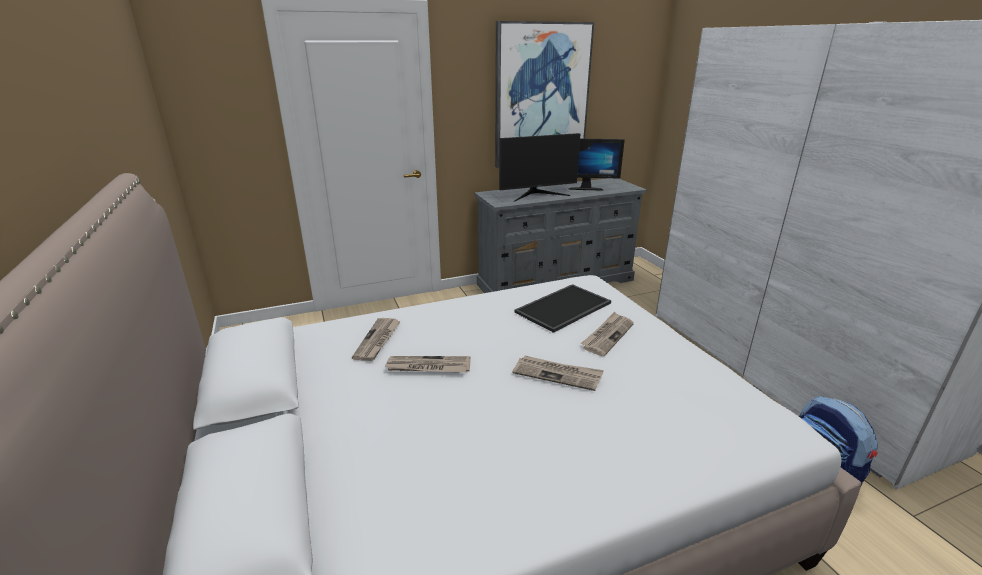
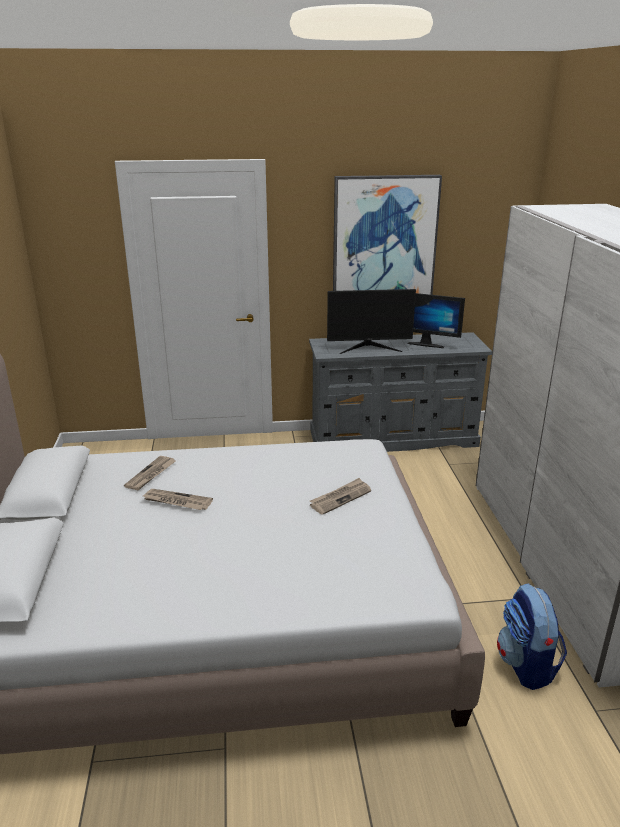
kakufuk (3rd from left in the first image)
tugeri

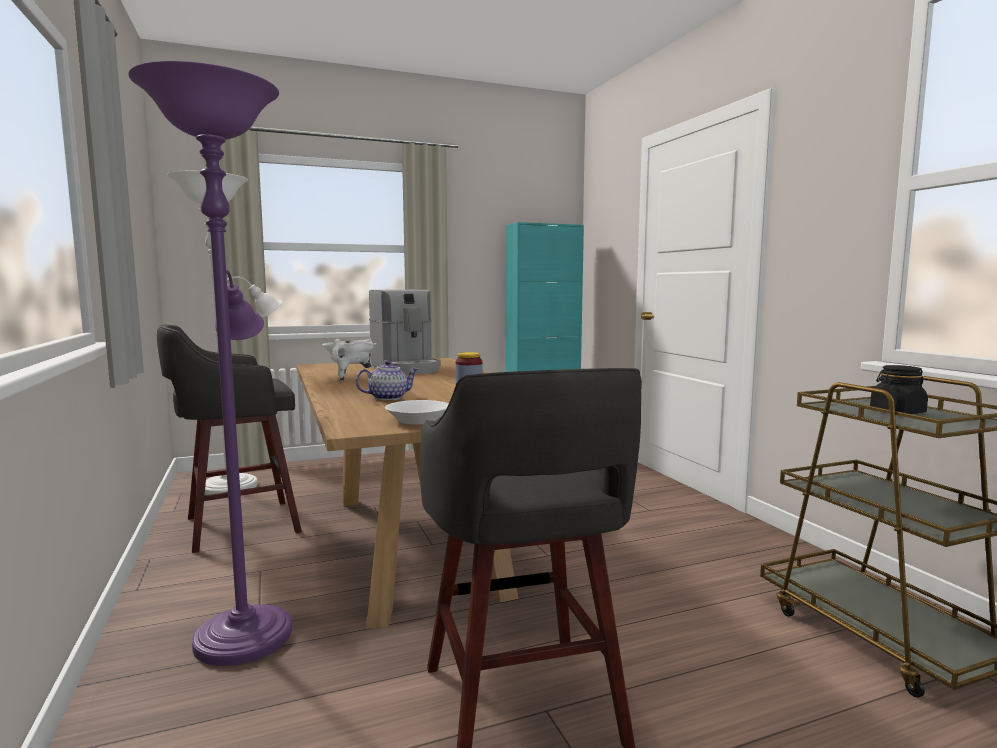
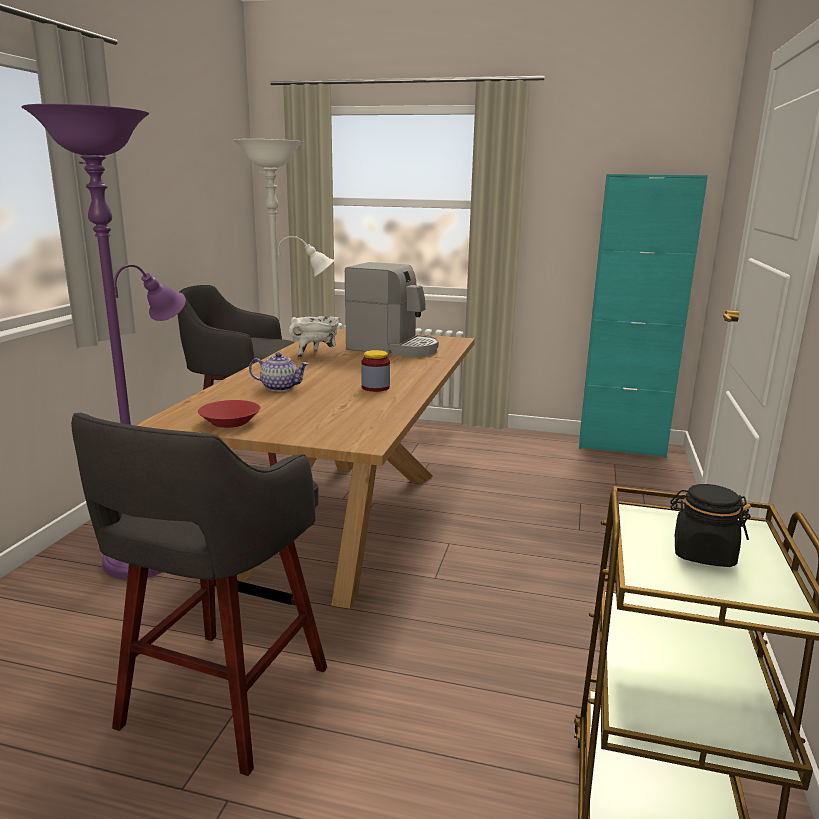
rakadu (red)
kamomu

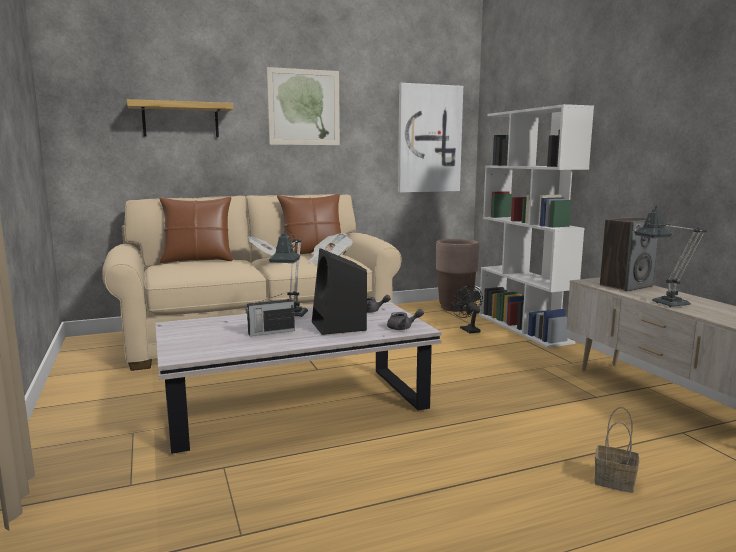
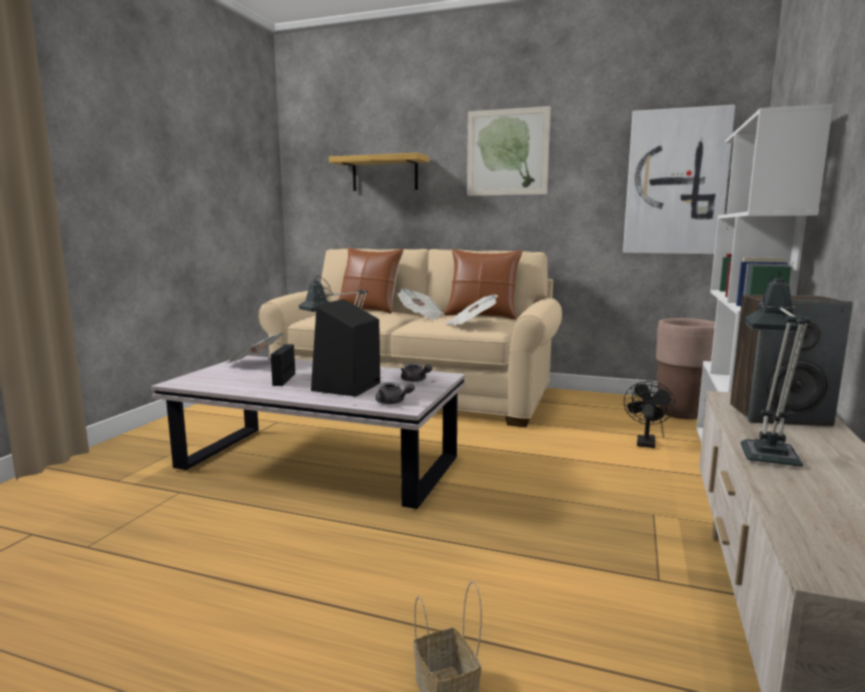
kakufuk (1st from left)
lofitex

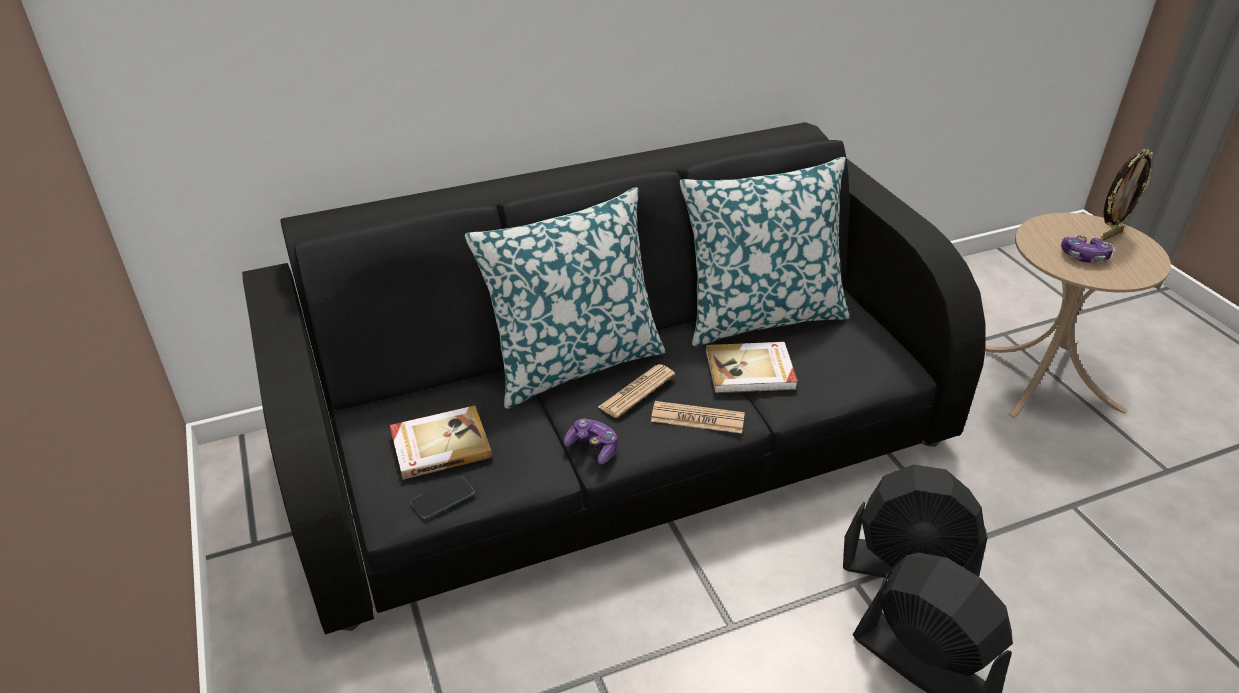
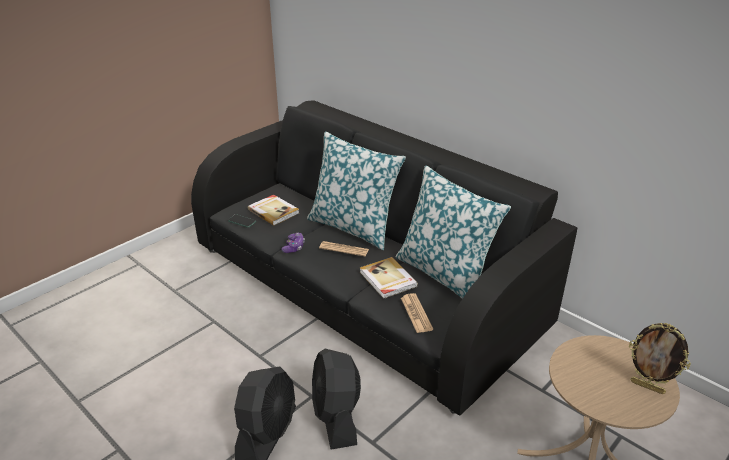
kakufuk (2nd from left)
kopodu (2nd from left in the first image)

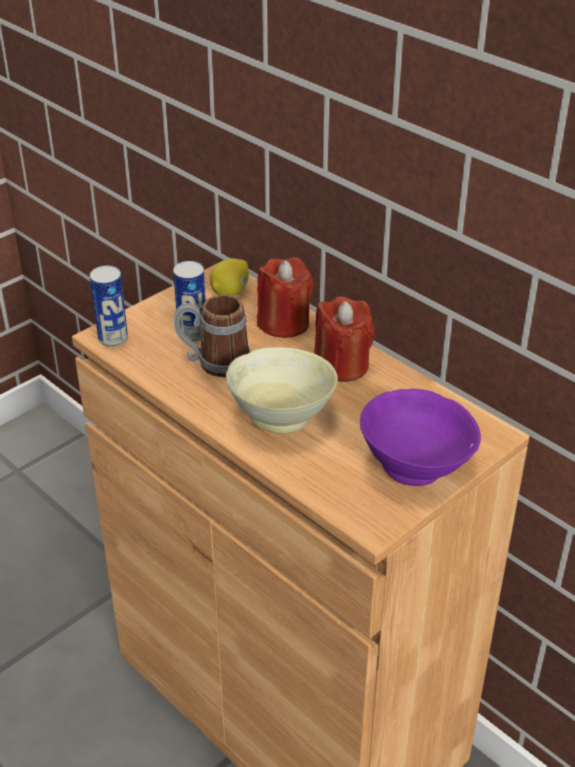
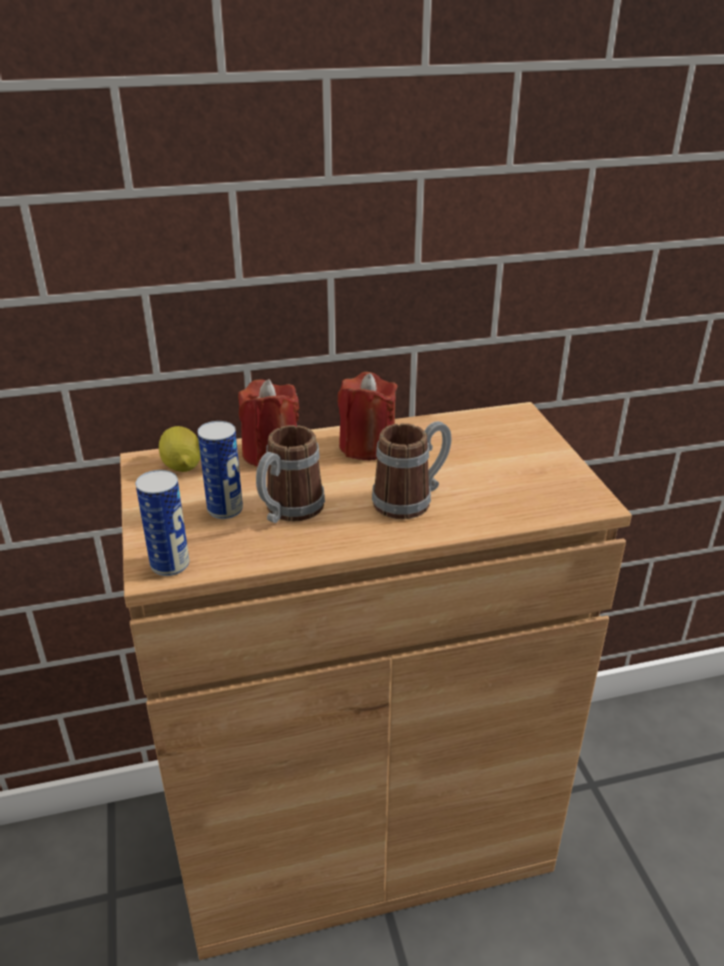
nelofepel (2nd from left)
rakadu (purple)

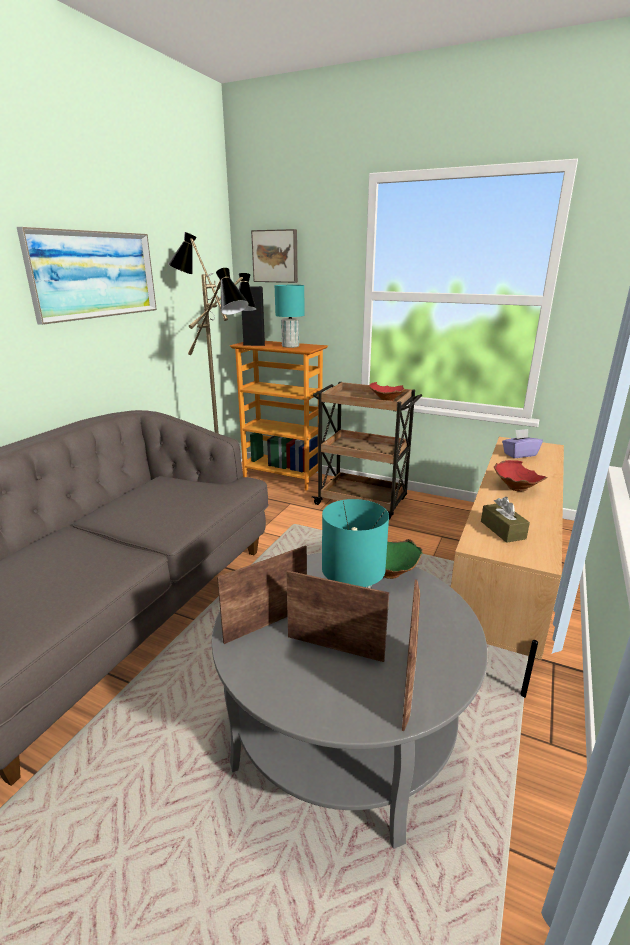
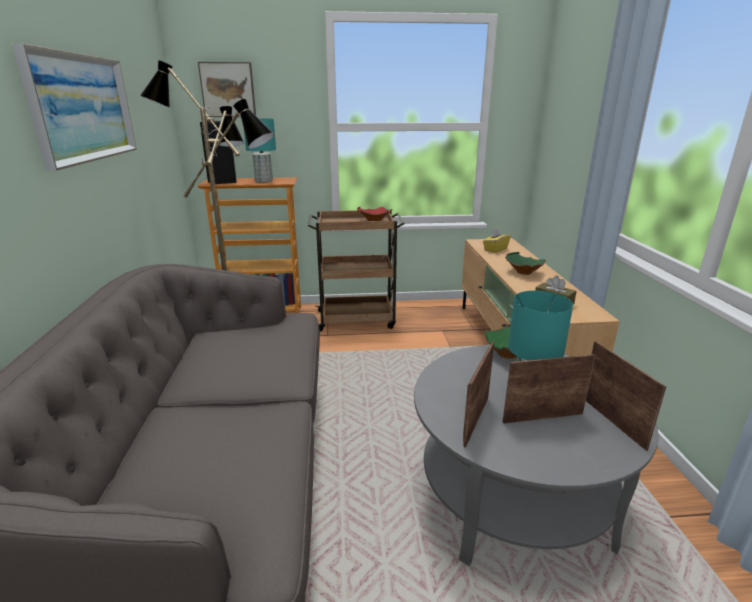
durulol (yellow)
rakadu (green) (2nd from left)

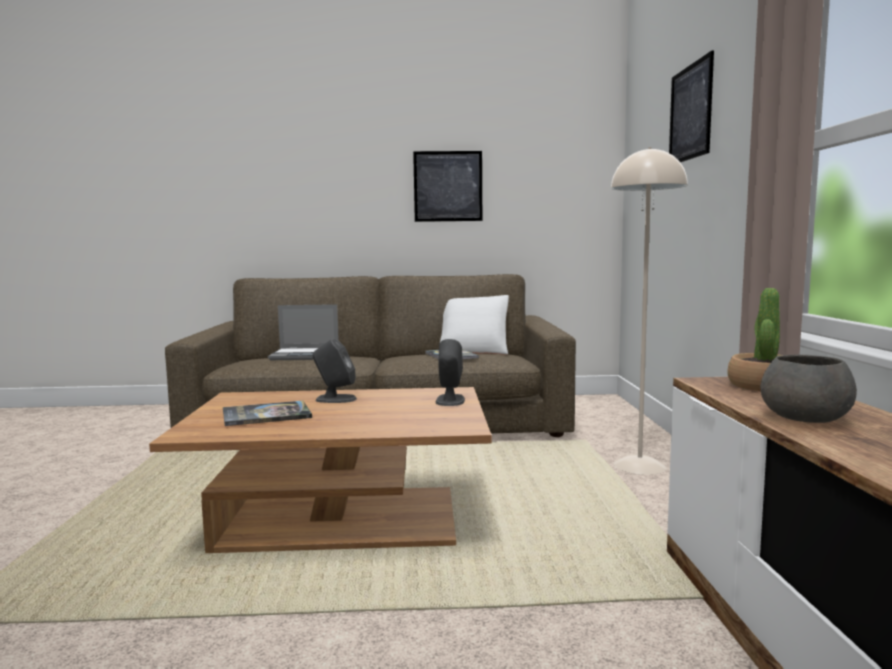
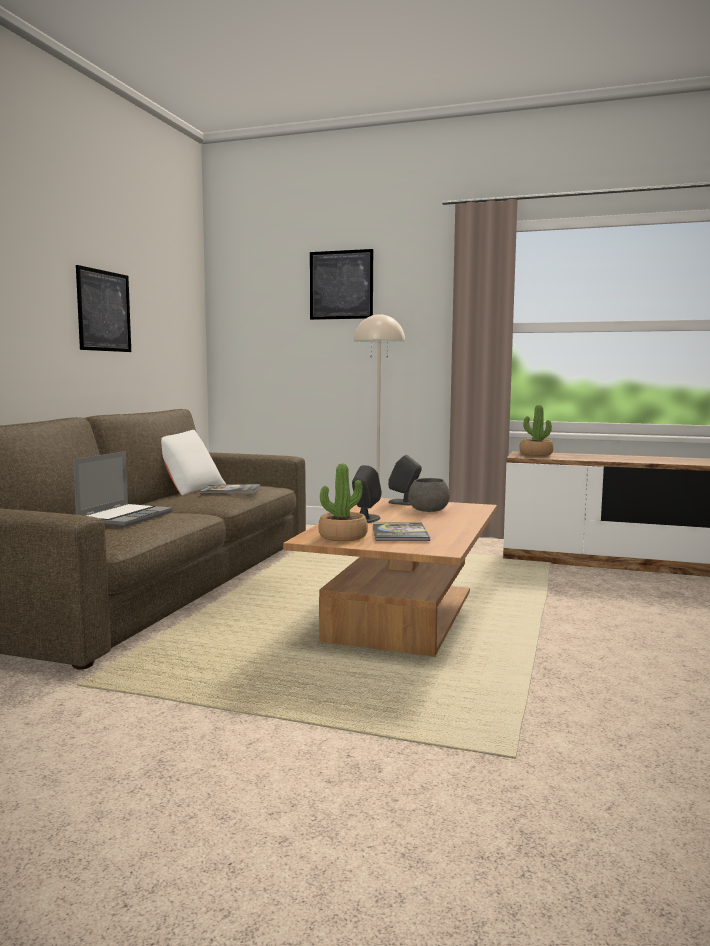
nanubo (1st from left)
rakadu (grey)

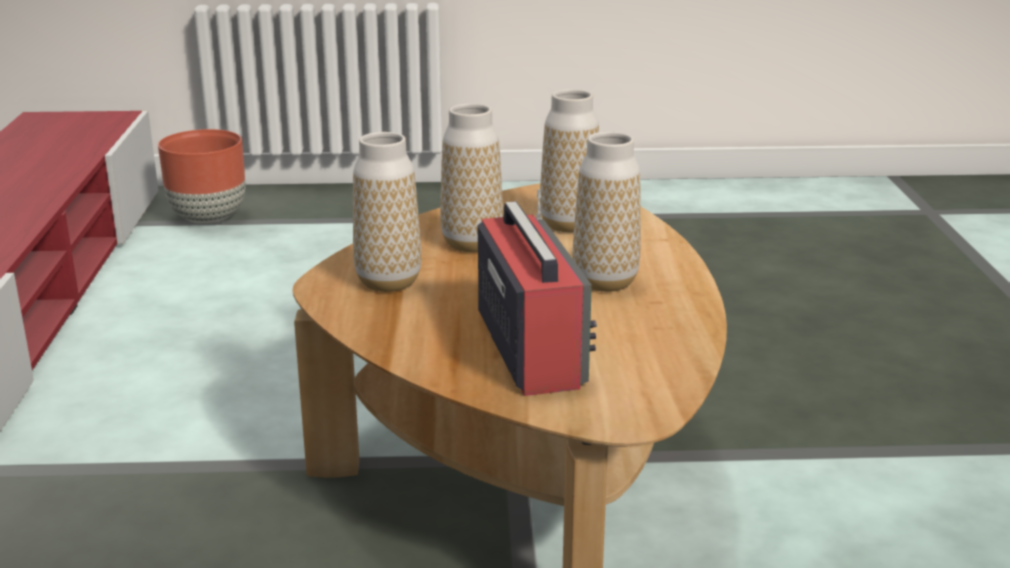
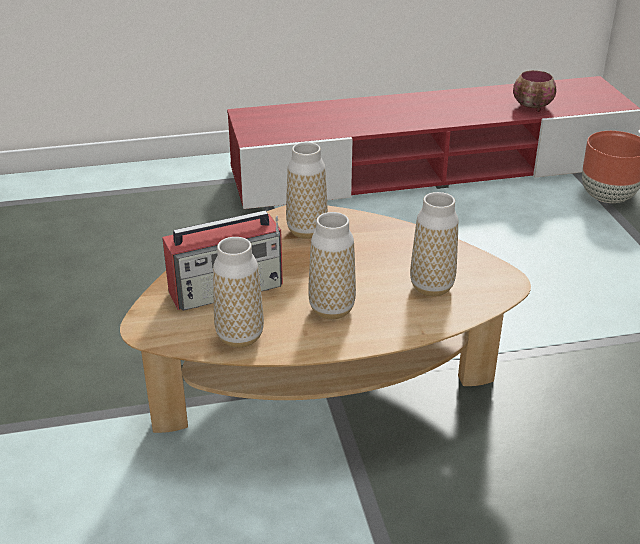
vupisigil (1st from left)
rakadu

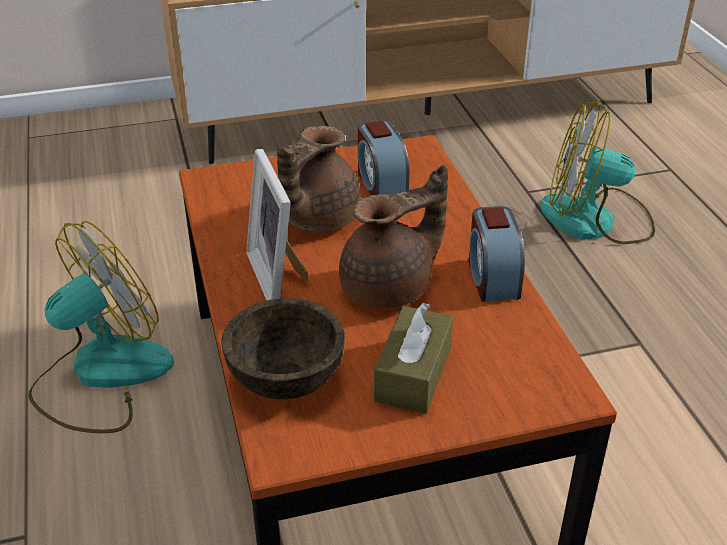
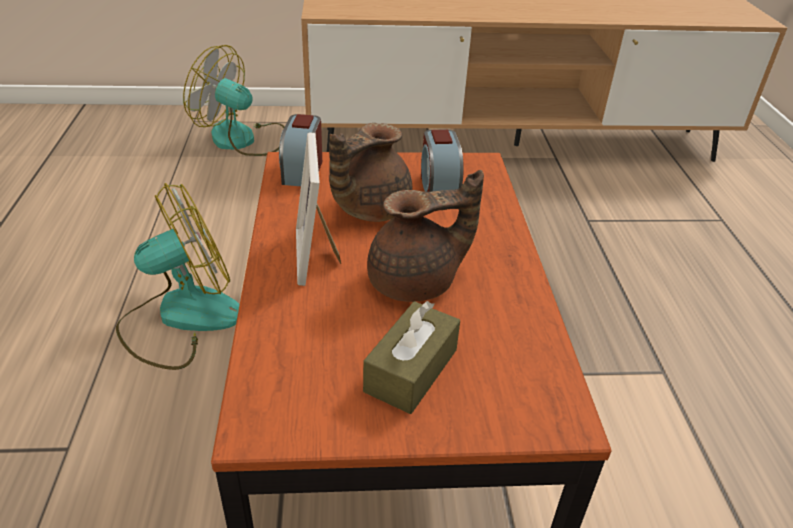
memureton (2nd from left)
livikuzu (1st from left)
rakadu (brown)

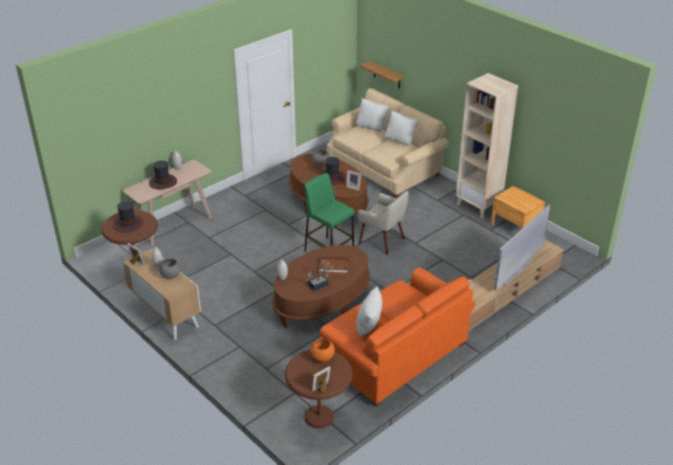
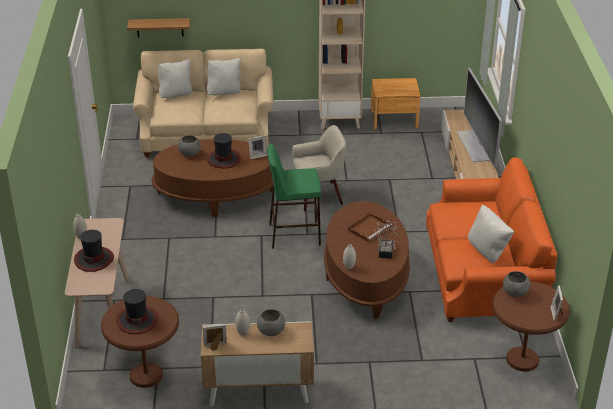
rakadu (grey) (3rd from left)

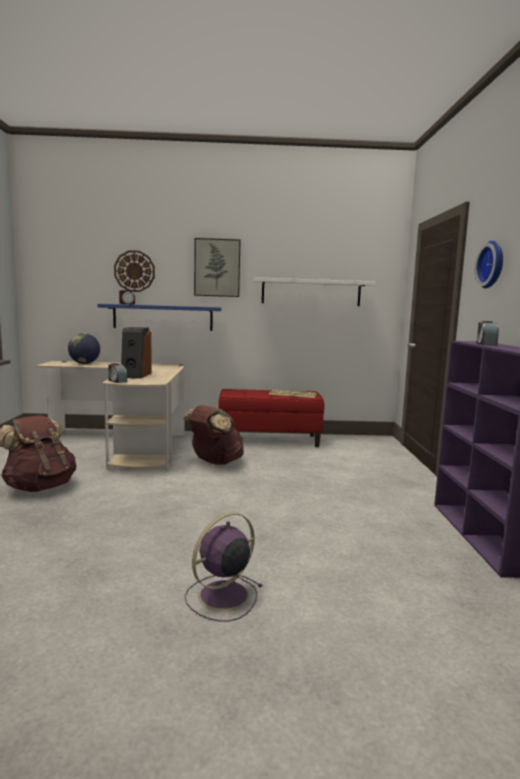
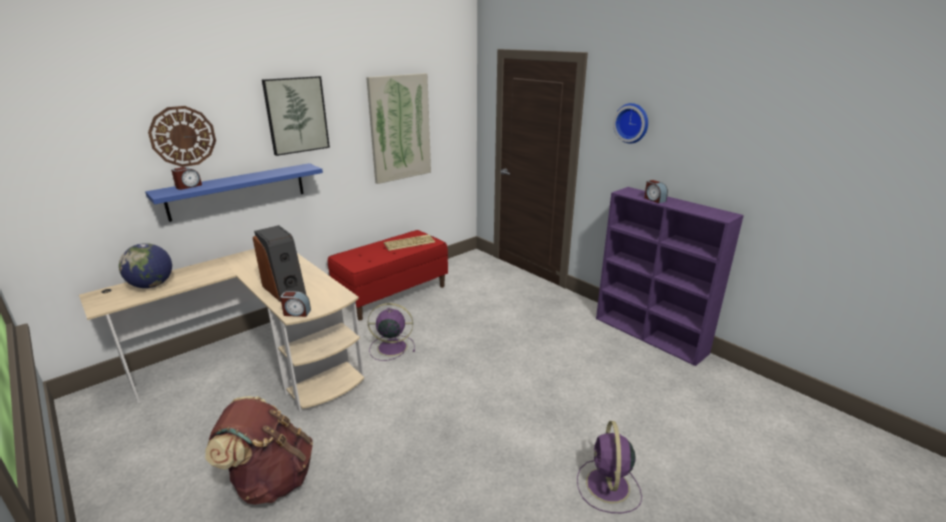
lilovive (2nd from left)
memureton (purple) (1st from left)

